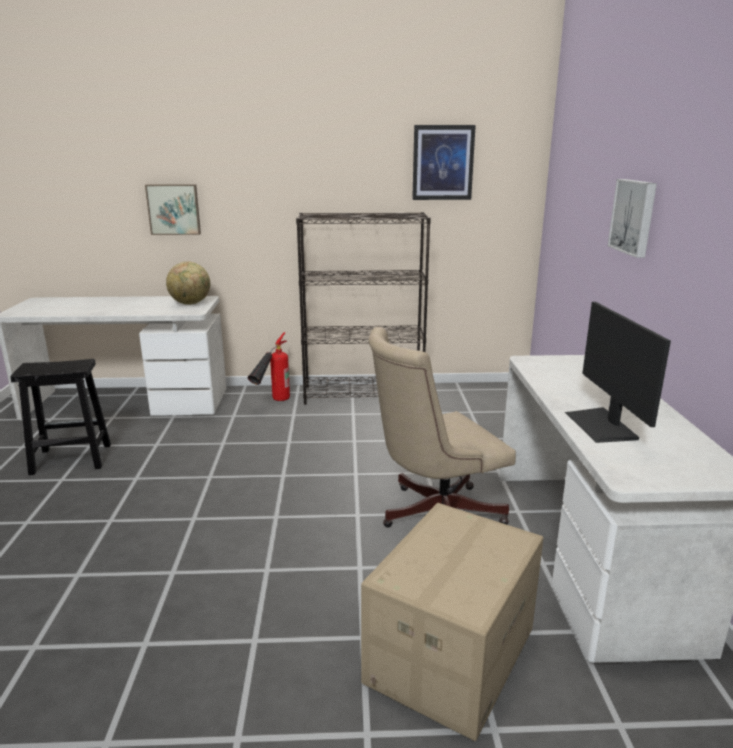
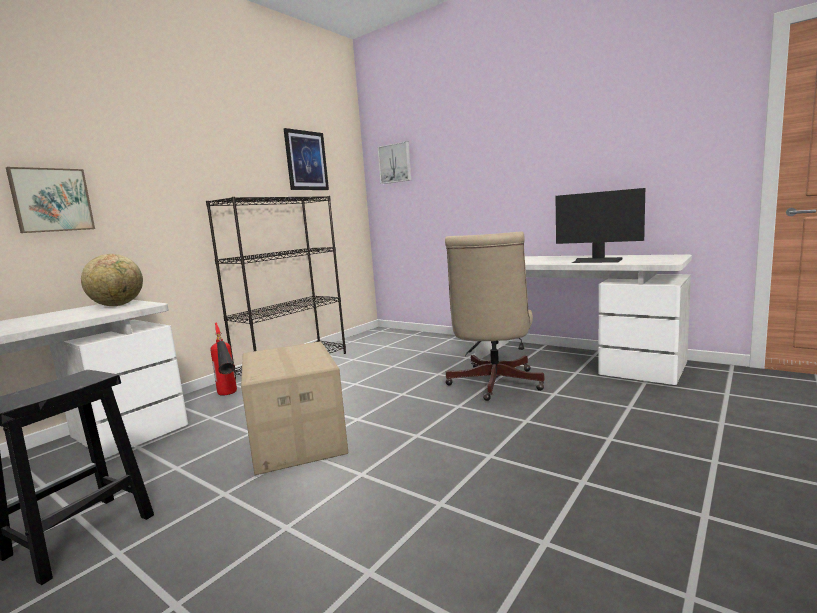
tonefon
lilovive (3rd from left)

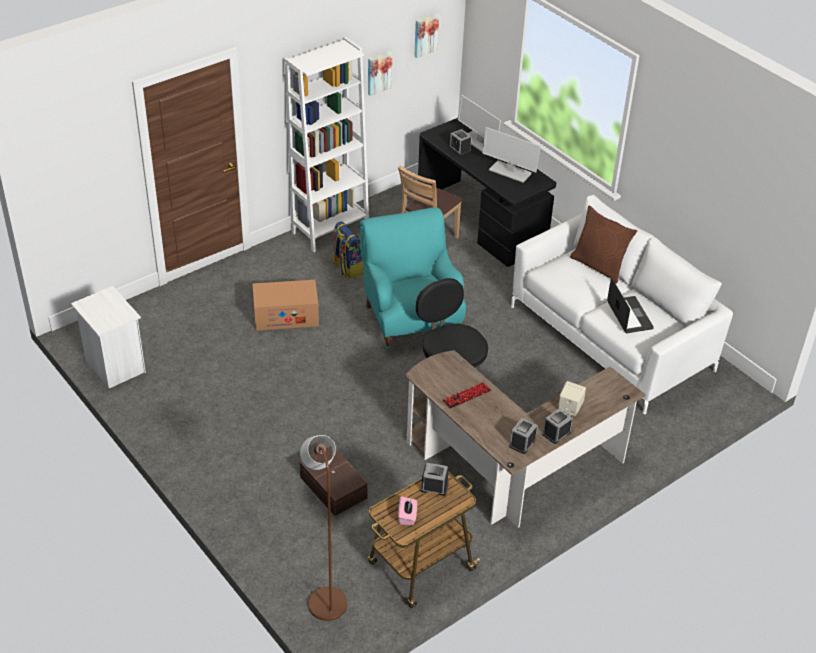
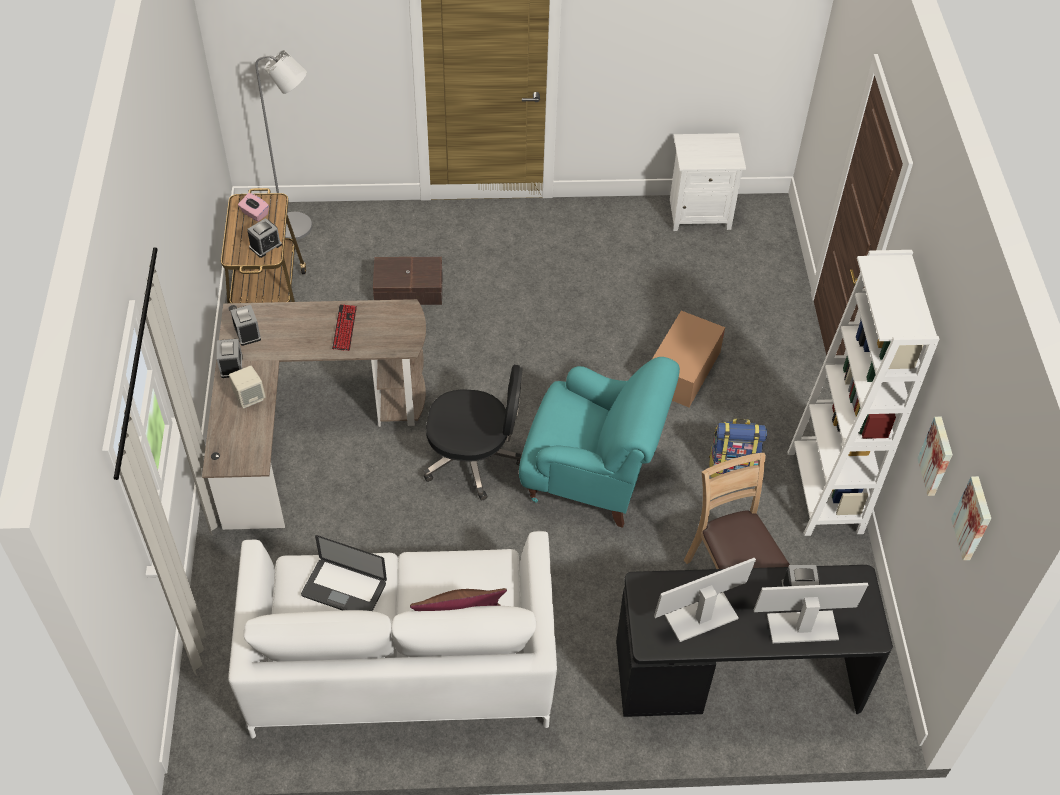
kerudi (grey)

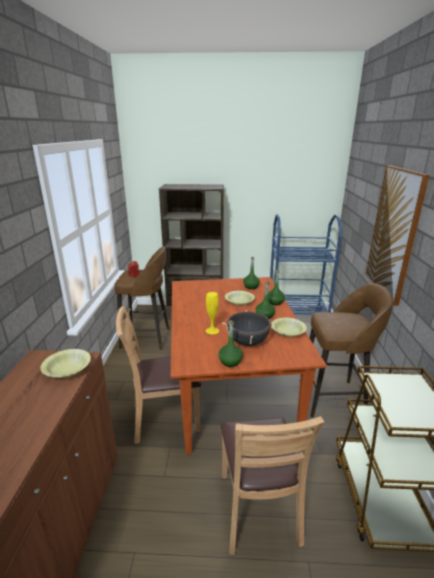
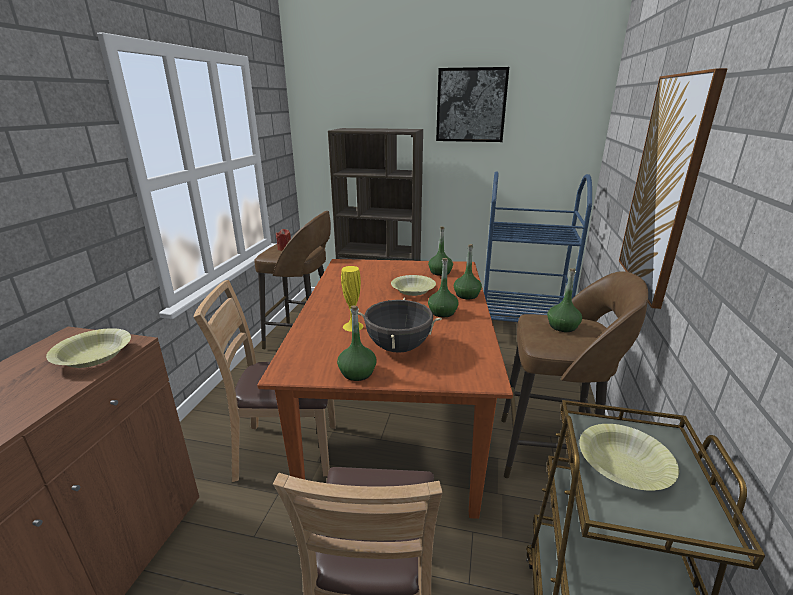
lilovive (1st from left)
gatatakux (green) (5th from left)
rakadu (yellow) (3rd from left)

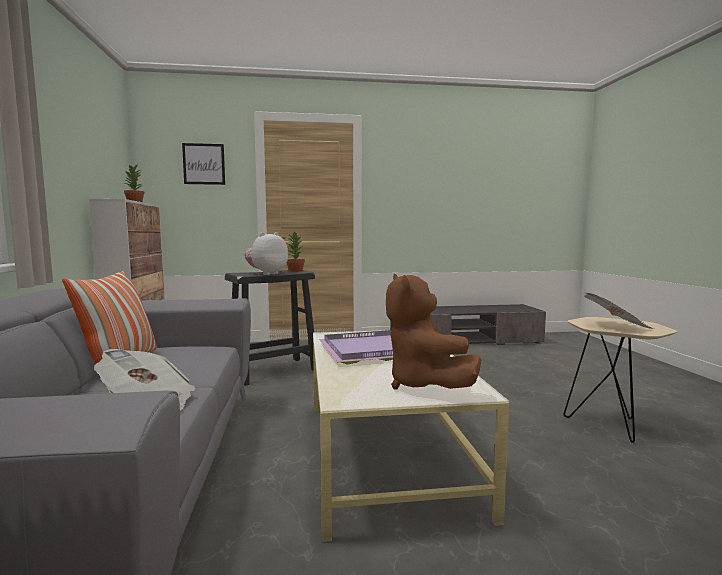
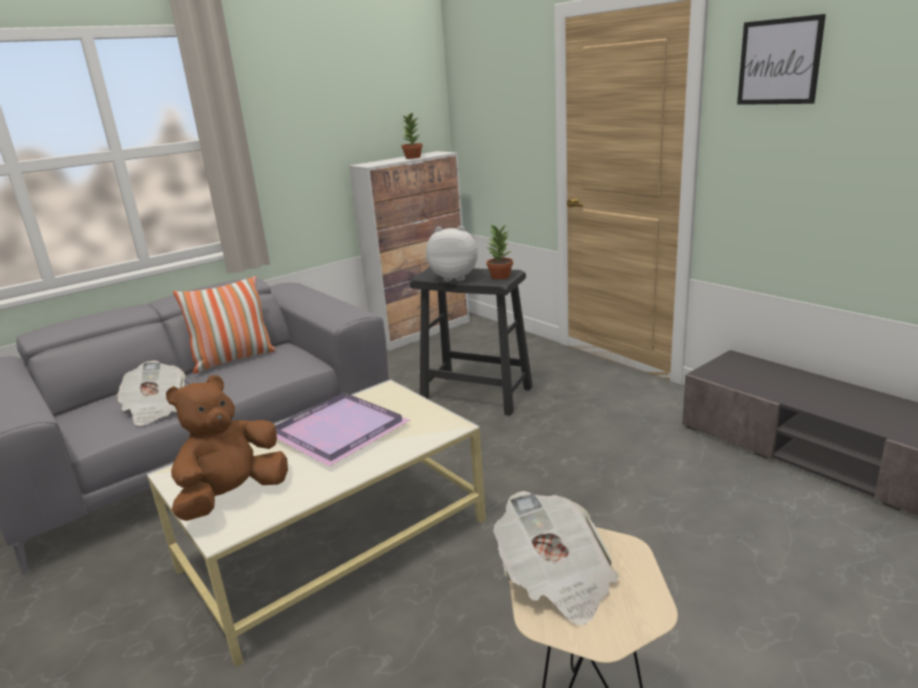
lilovive

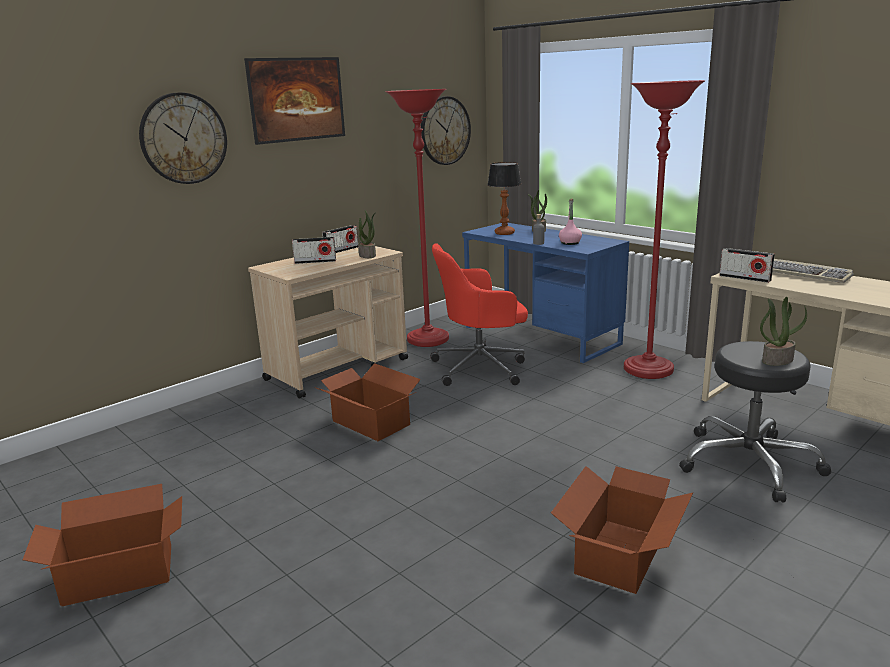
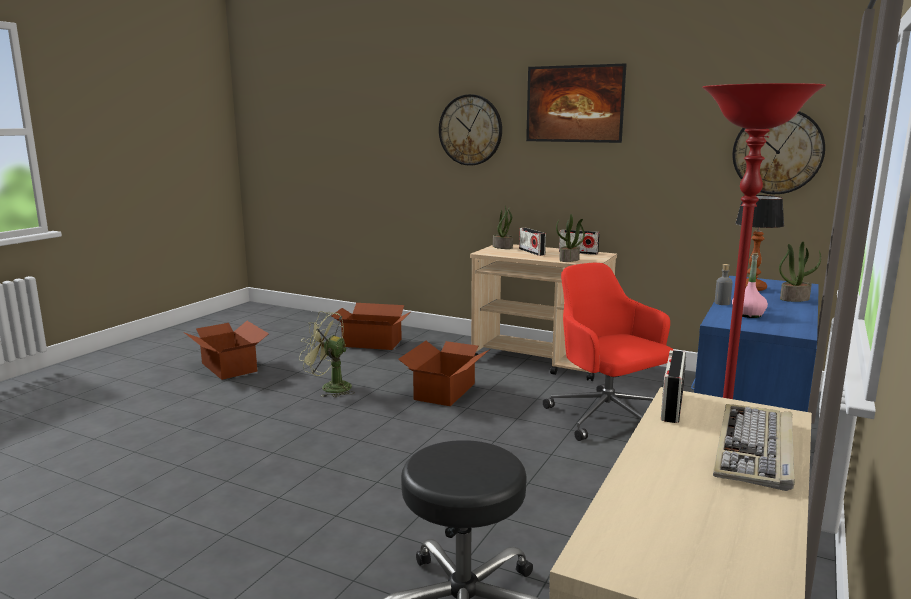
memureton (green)
tonefon (2nd from left)
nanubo (1st from left)
kerudi (red) (1st from left in the first image)

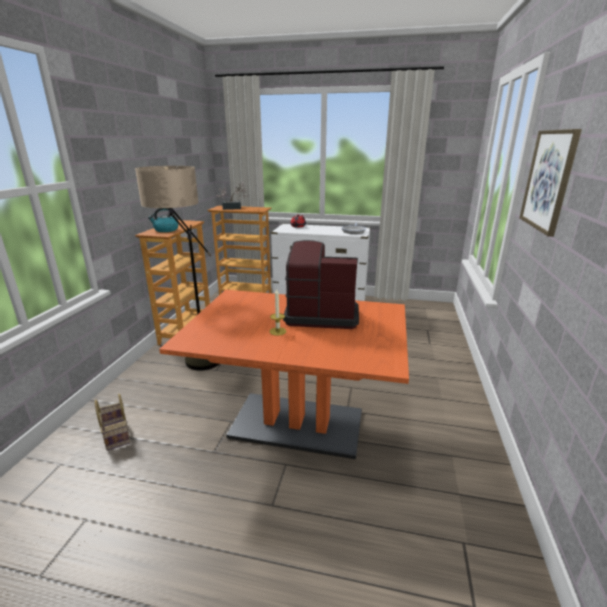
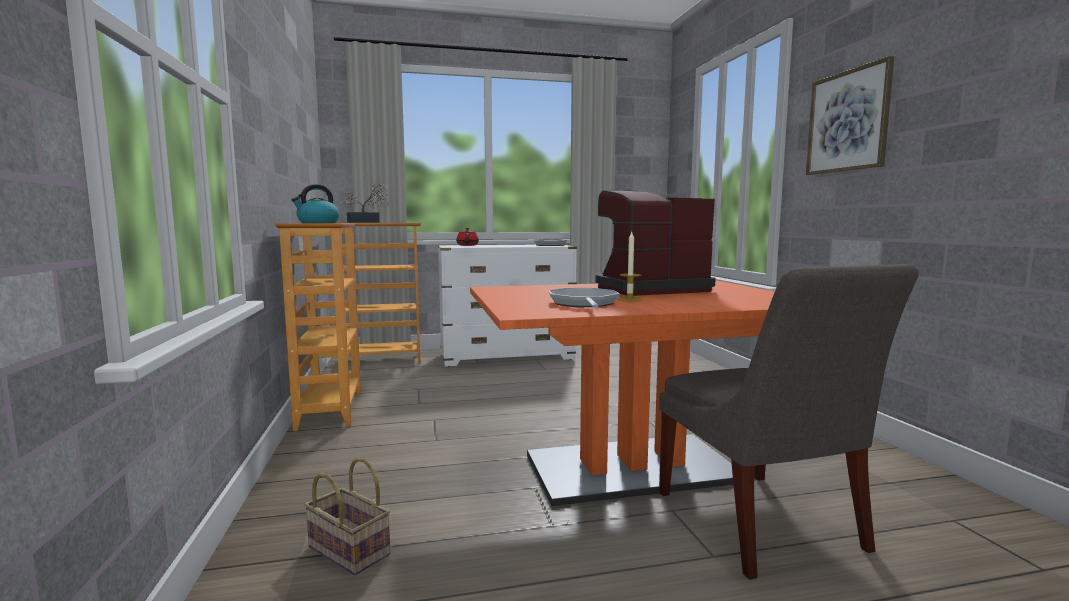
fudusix (2nd from left)
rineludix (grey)
kerudi

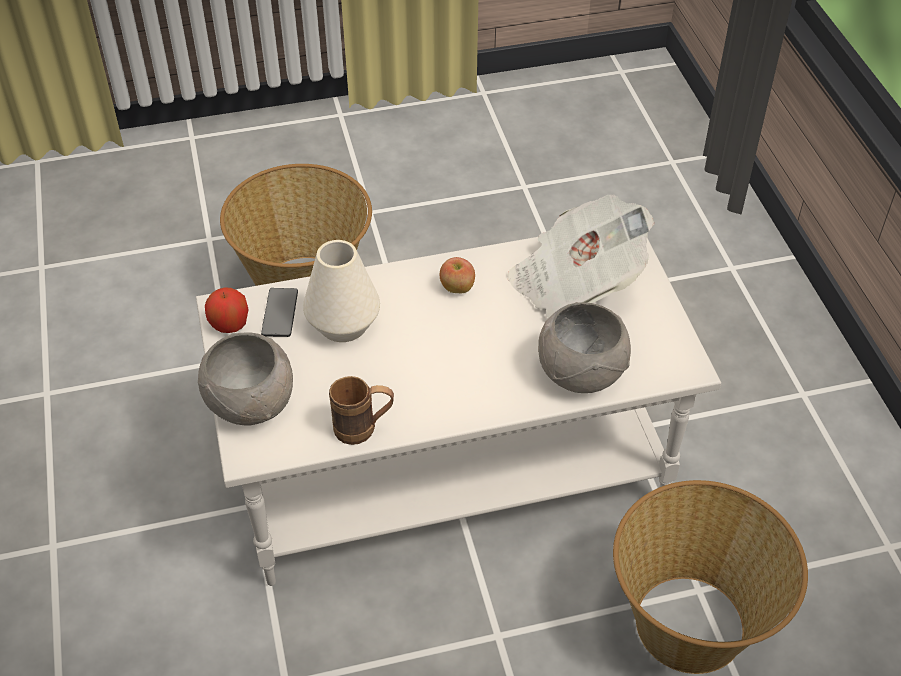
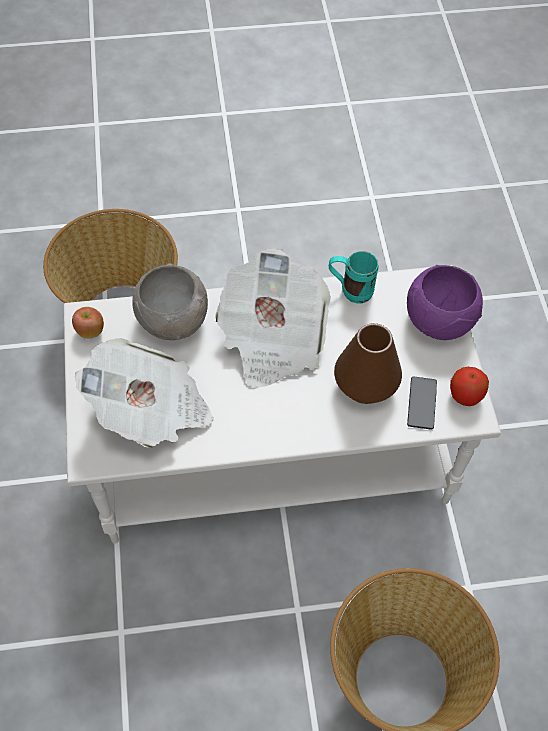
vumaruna (1st from left)
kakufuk (2nd from left)
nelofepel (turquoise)
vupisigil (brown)
rakadu (purple)

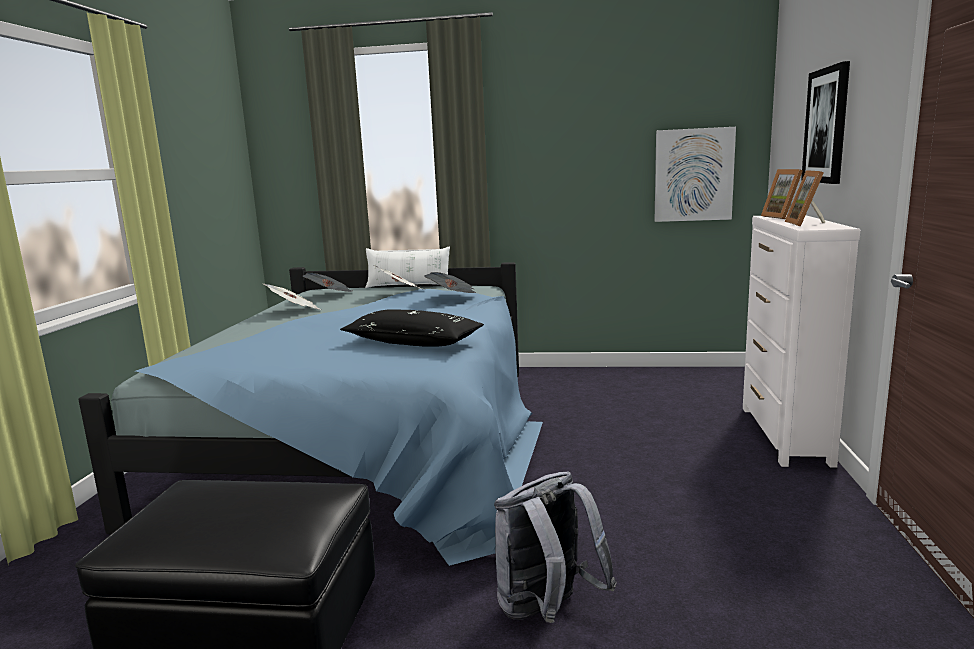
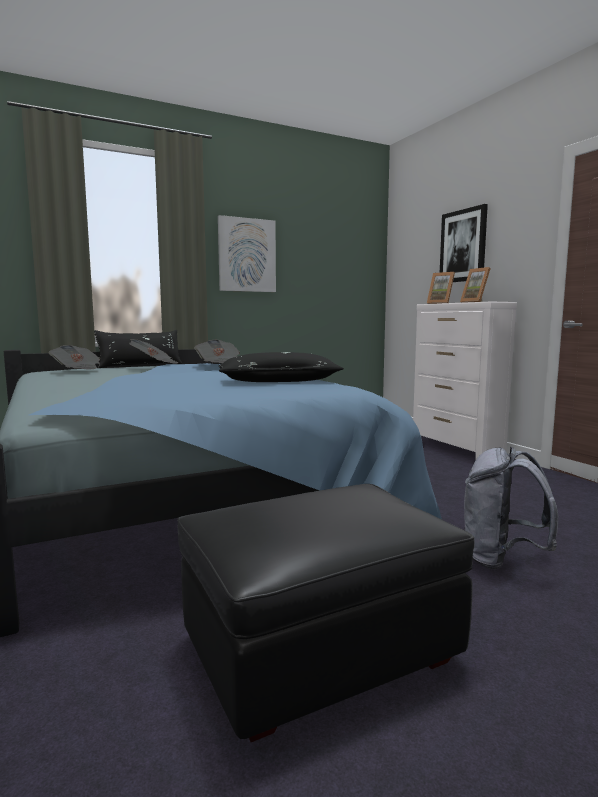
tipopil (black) (1st from left)
lilovive (1st from left)
kakufuk (1st from left in the first image)

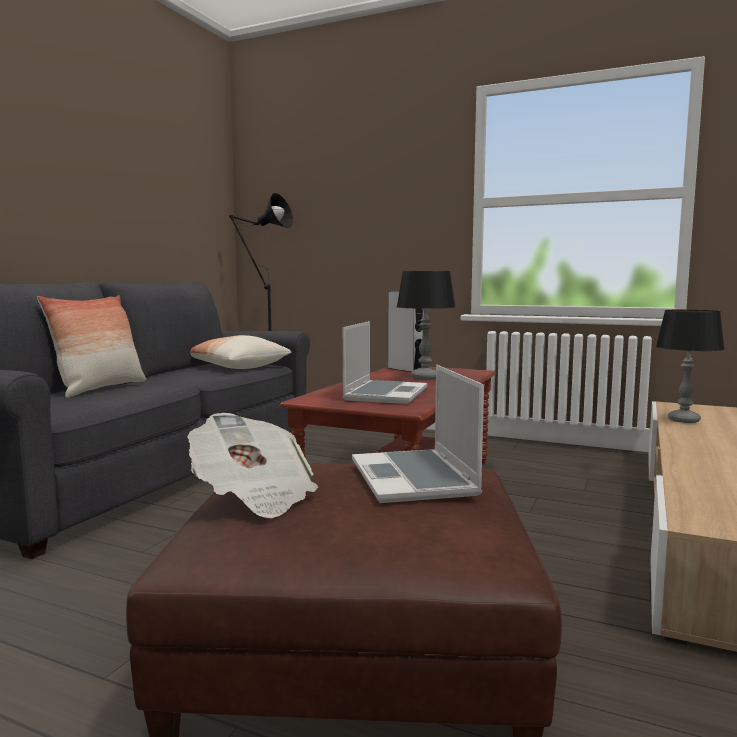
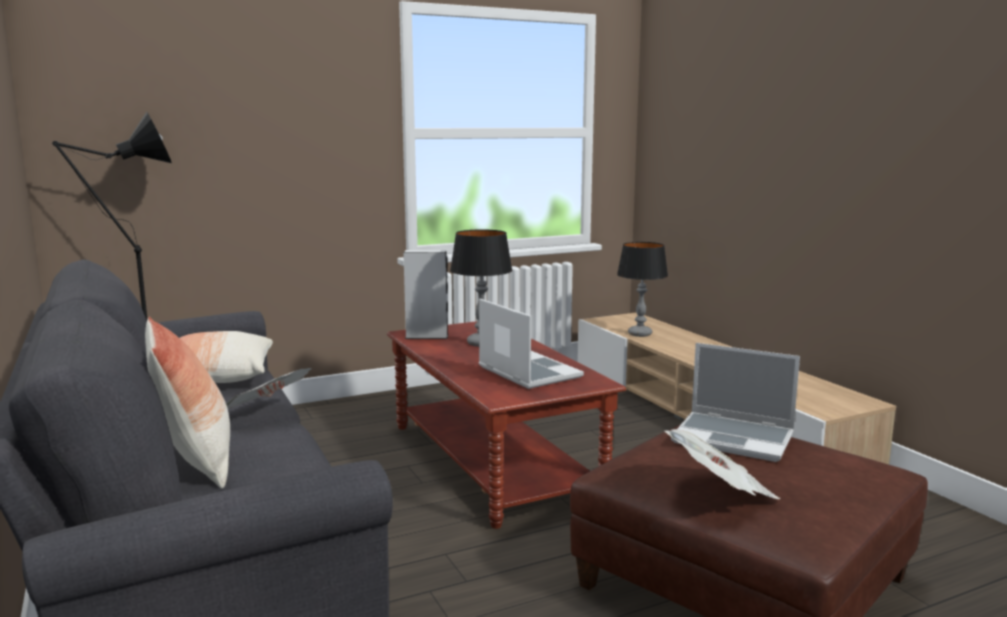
kakufuk (1st from left)

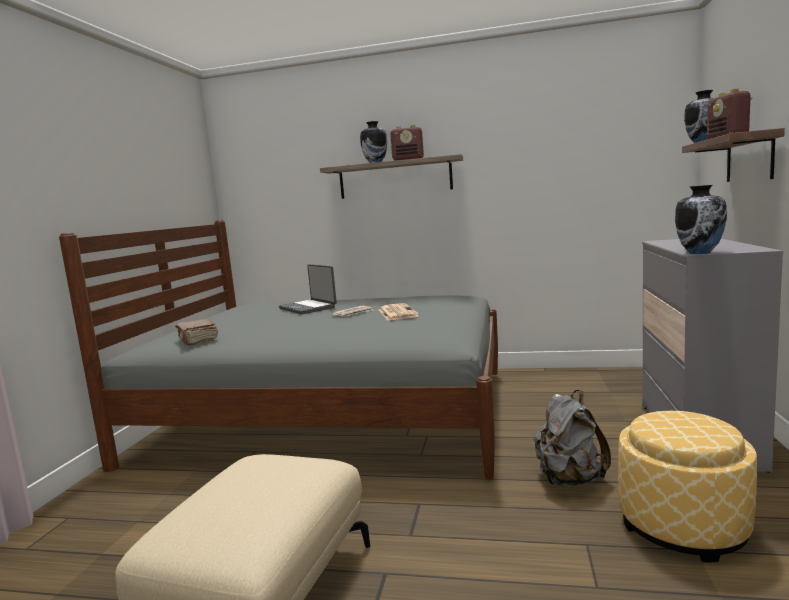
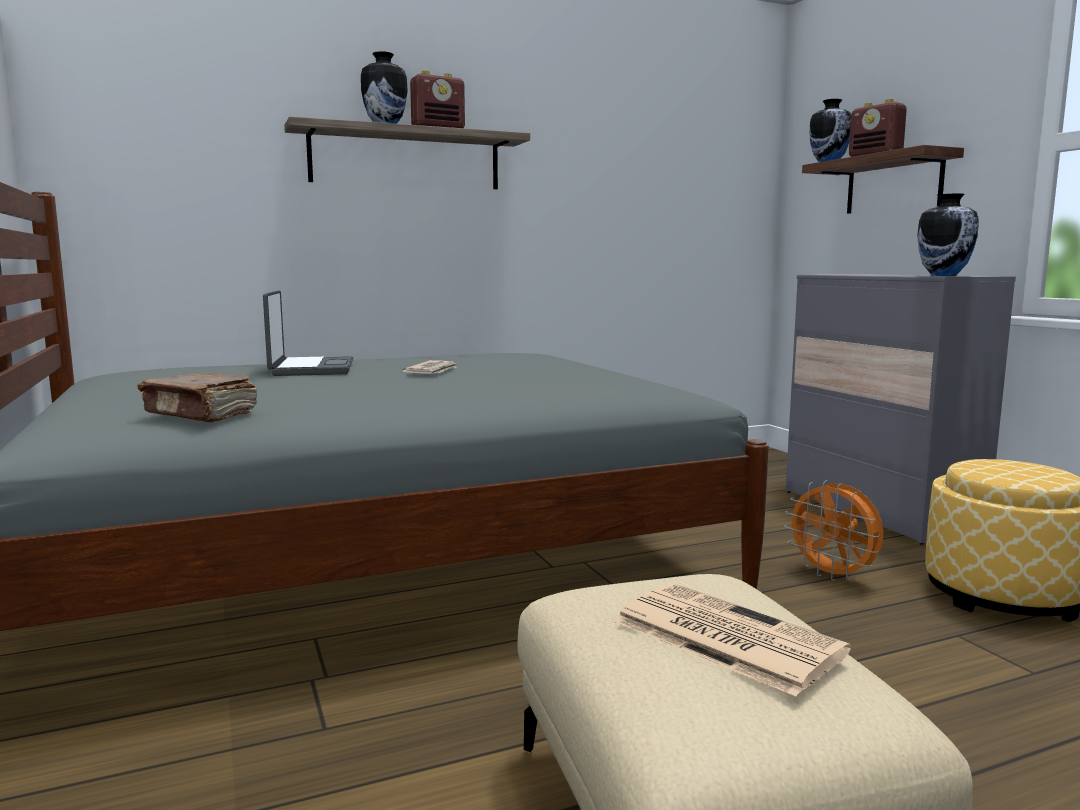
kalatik
kakufuk (2nd from left)
memureton (orange)

